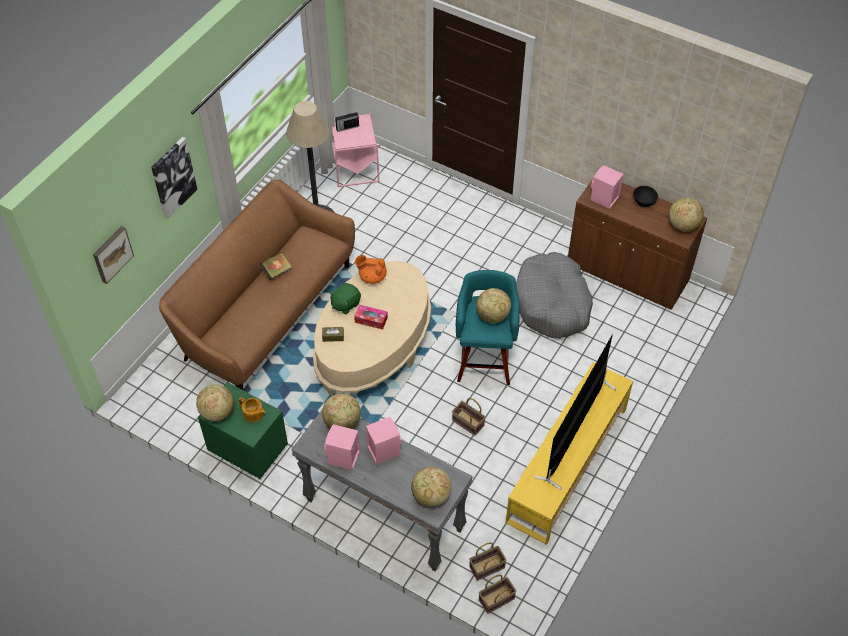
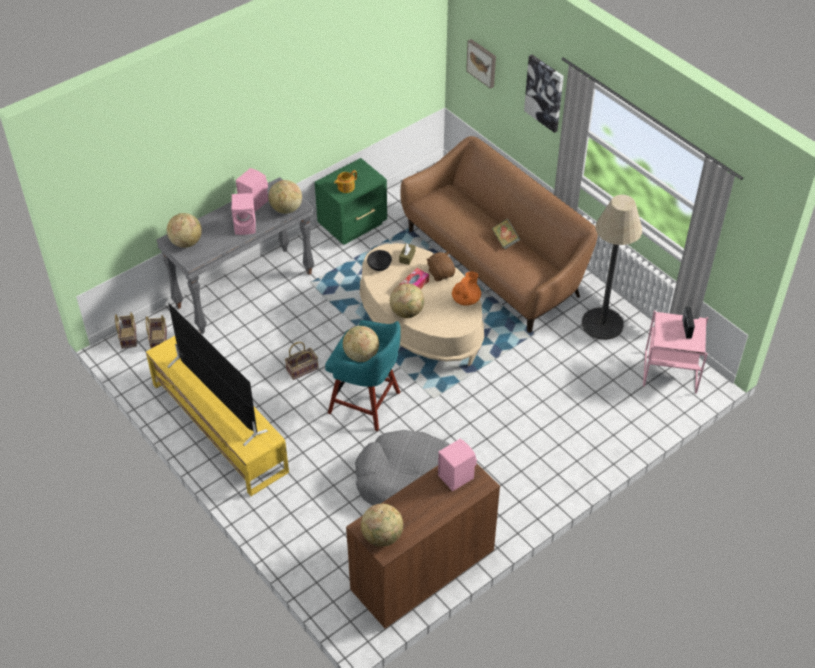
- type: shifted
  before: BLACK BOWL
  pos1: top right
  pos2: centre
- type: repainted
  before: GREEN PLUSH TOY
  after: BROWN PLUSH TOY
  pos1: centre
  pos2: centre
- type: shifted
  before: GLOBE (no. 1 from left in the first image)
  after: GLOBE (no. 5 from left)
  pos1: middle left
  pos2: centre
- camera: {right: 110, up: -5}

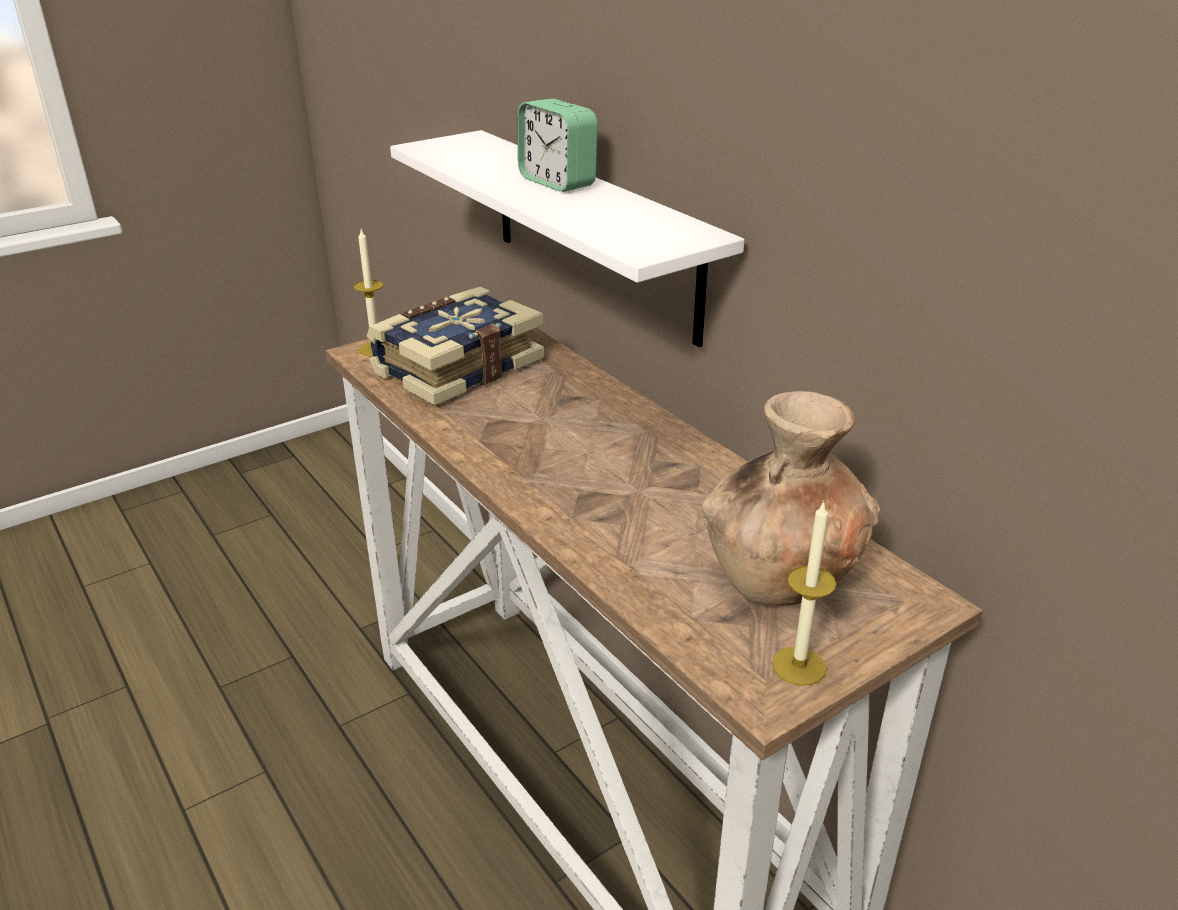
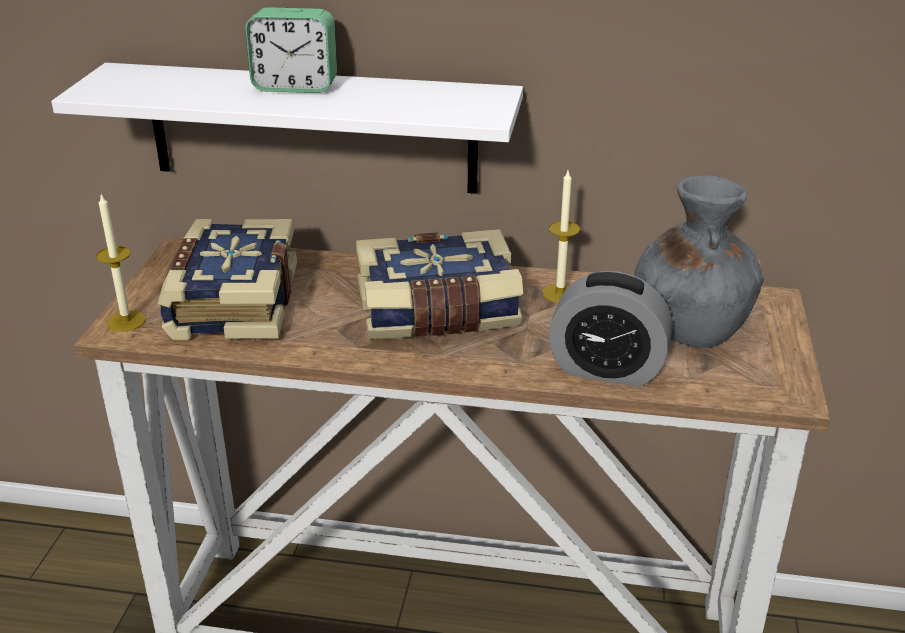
- type: repainted
  before: BROWN VASE
  after: GREY VASE
  pos1: middle right
  pos2: middle right
- type: shifted
  before: CANDLE (no. 2 from left)
  pos1: middle right
  pos2: centre
- type: new
  after: BOOK (no. 2 from left)
  pos2: centre
- type: new
  after: ALARM CLOCK (no. 2 from left)
  pos2: middle right
- camera: {right: -45, up: 0}

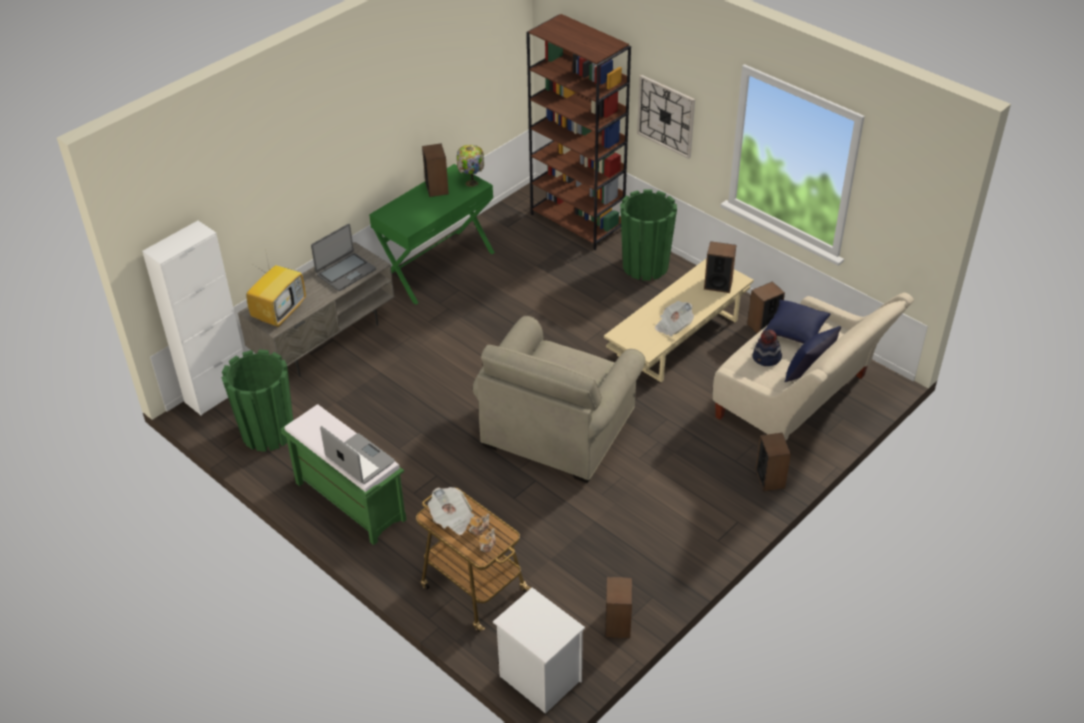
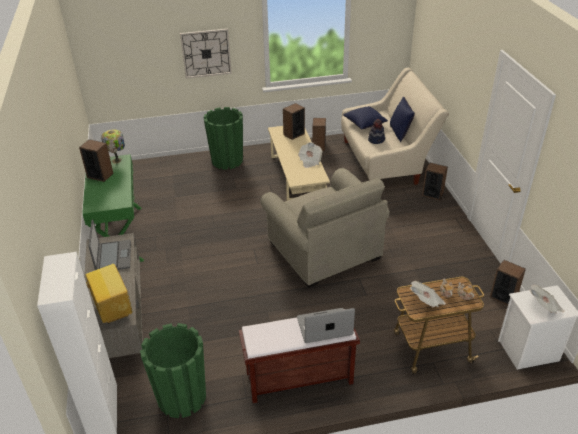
- type: gone
  before: BROWN BOOKCASE
  pos1: top centre
- type: repainted
  before: GREEN BENCH
  after: BROWN BENCH
  pos1: middle left
  pos2: bottom centre
- type: new
  after: NEWSPAPER (no. 3 from left)
  pos2: bottom right
- camera: {right: -55, up: -5}

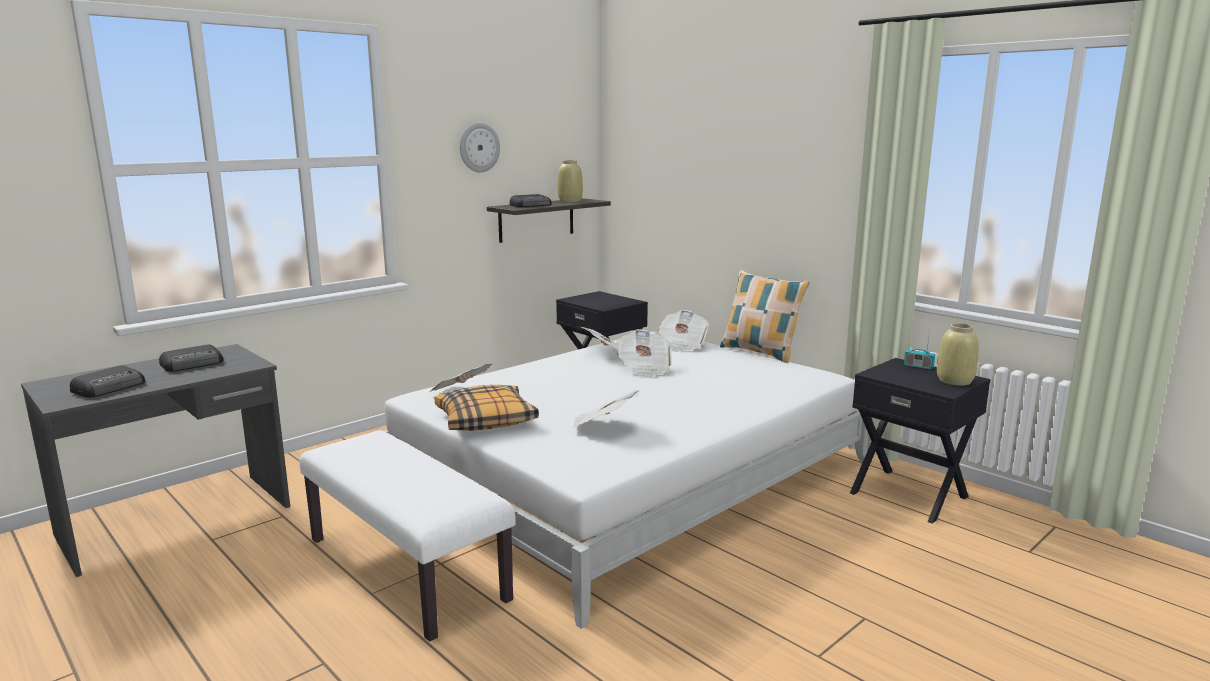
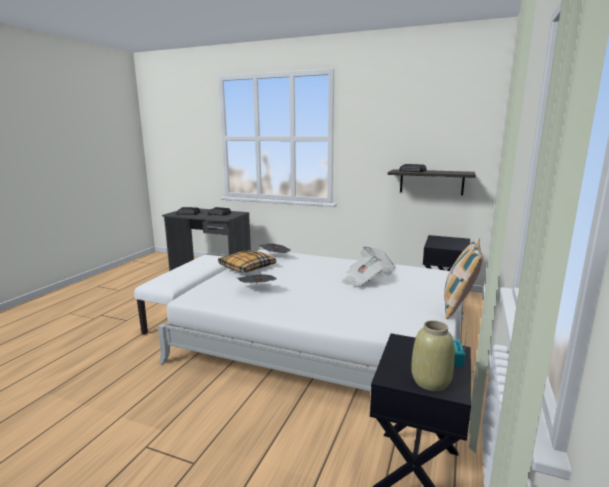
- type: gone
  before: WALL CLOCK
  pos1: top centre
- type: gone
  before: BEIGE VASE (no. 1 from left)
  pos1: top centre
- type: gone
  before: NEWSPAPER (no. 5 from left)
  pos1: centre
- camera: {right: 65, up: 0}

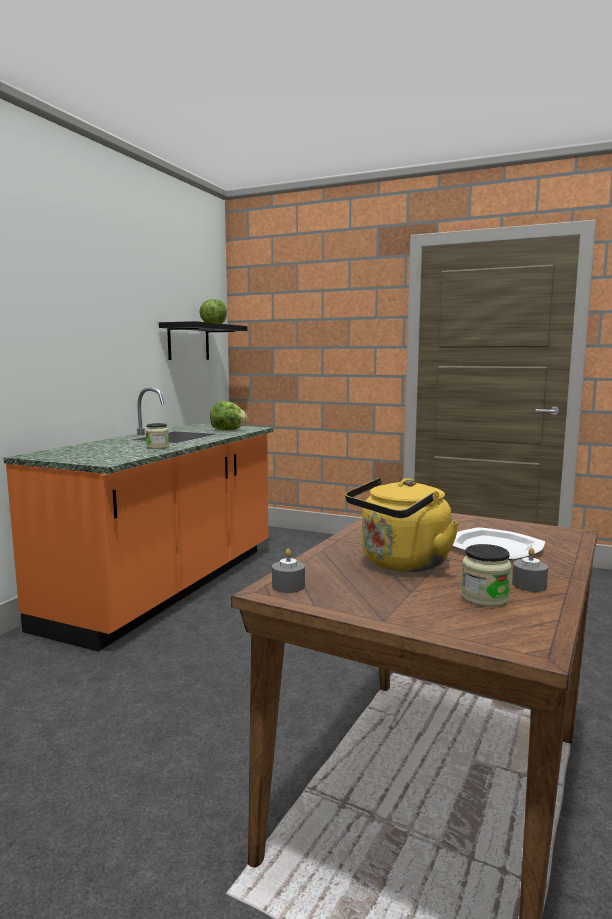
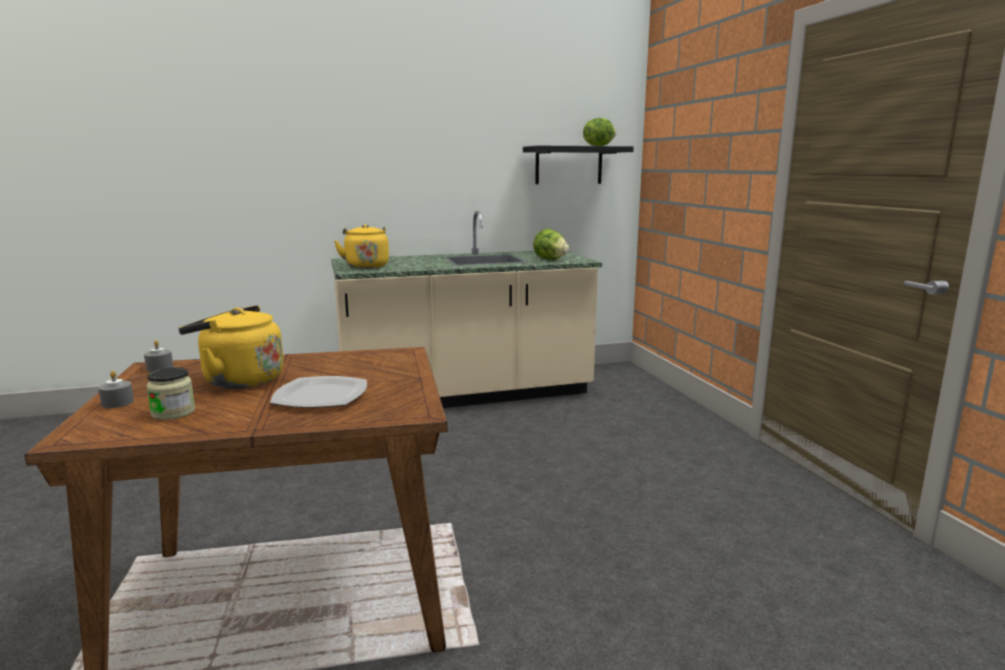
- type: repainted
  before: ORANGE COUNTER
  after: BEIGE COUNTER
  pos1: middle left
  pos2: centre
- type: gone
  before: JAR (no. 1 from left)
  pos1: middle left
- type: shifted
  before: GREY CANDLE (no. 2 from left in the first image)
  after: GREY CANDLE (no. 1 from left)
  pos1: middle right
  pos2: middle left
- type: new
  after: YELLOW KETTLE (no. 2 from left)
  pos2: centre
- camera: {right: 50, up: 5}

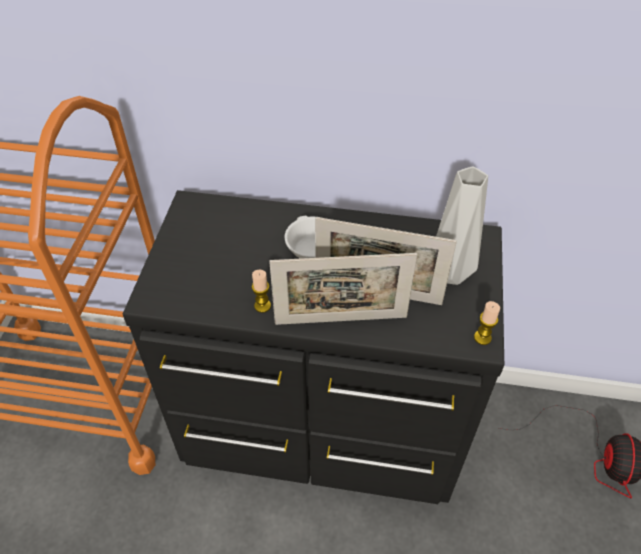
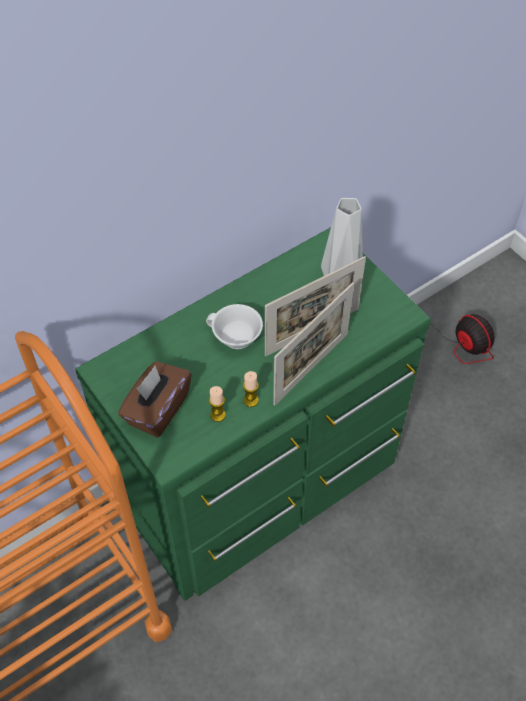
- type: repainted
  before: BLACK DRESSER
  after: GREEN DRESSER
  pos1: centre
  pos2: centre
- type: shifted
  before: CANDLE (no. 2 from left in the first image)
  after: CANDLE (no. 1 from left)
  pos1: middle right
  pos2: centre
- type: new
  after: BROWN TISSUE BOX
  pos2: middle left
- camera: {right: -45, up: 5}

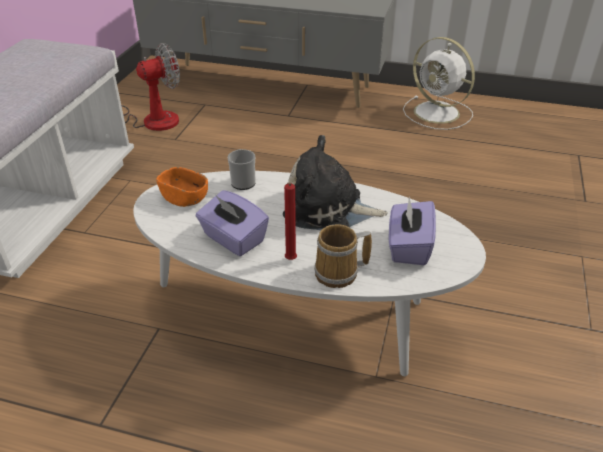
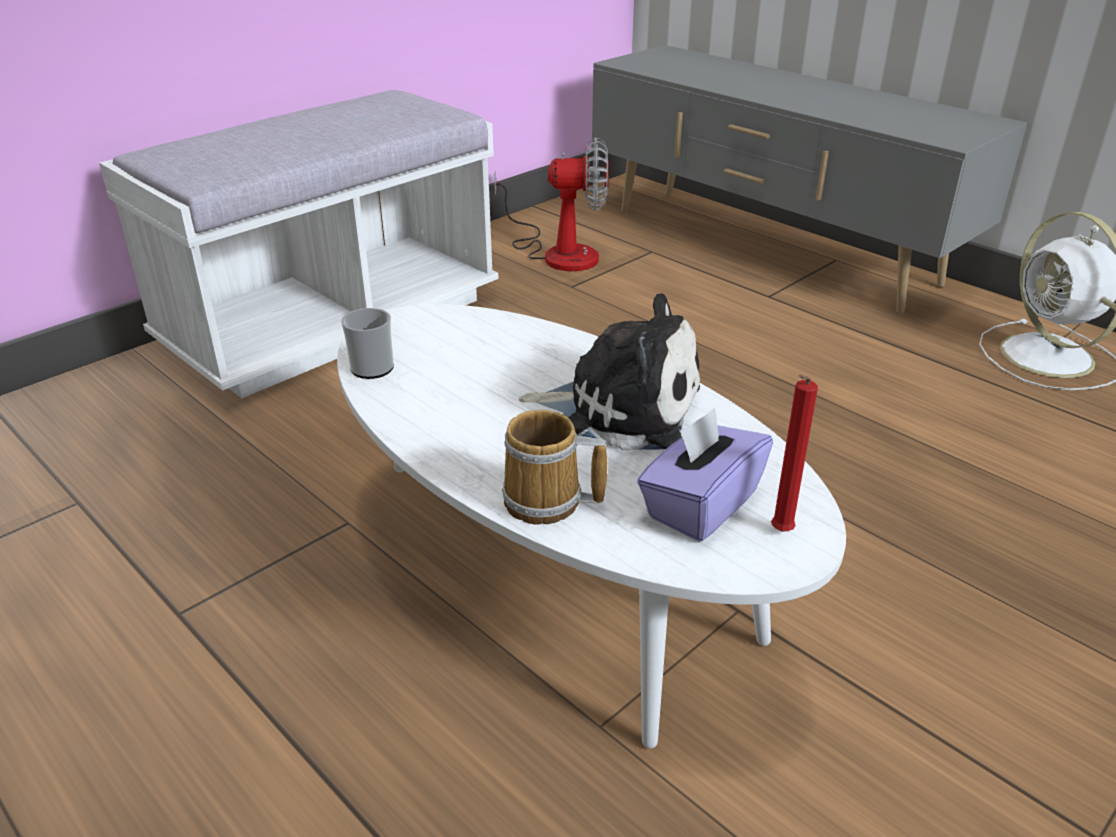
- type: rotated
  before: PLUSH TOY
  pos1: centre
  pos2: centre
  turn: 150
- type: shifted
  before: MUG (no. 1 from left)
  pos1: centre
  pos2: middle left
- type: gone
  before: ORANGE BOWL
  pos1: middle left
- type: shifted
  before: RED CANDLE
  pos1: centre
  pos2: middle right
- type: gone
  before: PURPLE TISSUE BOX (no. 1 from left)
  pos1: centre
- camera: {right: 30, up: -5}

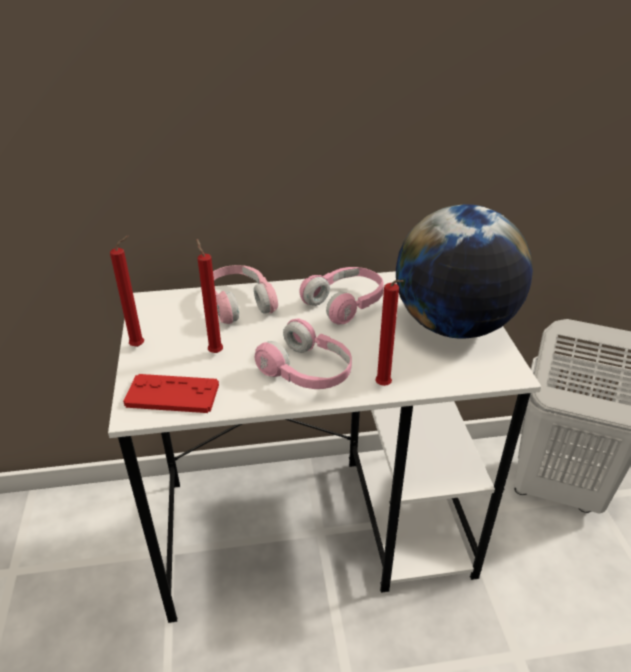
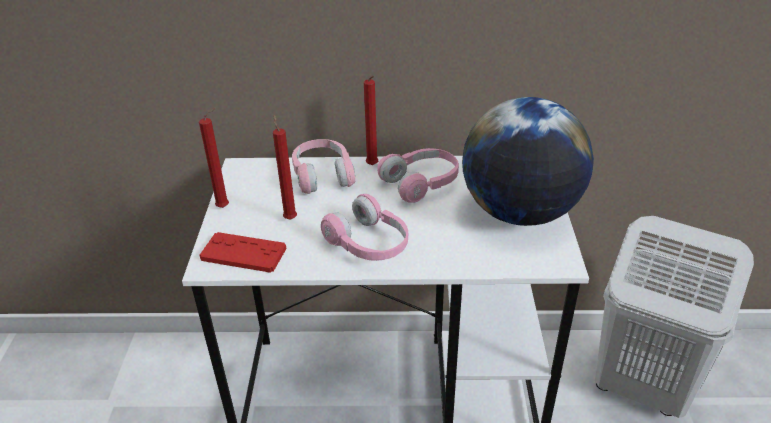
- type: shifted
  before: RED CANDLE (no. 3 from left)
  pos1: centre
  pos2: top centre
- camera: {right: 10, up: 0}

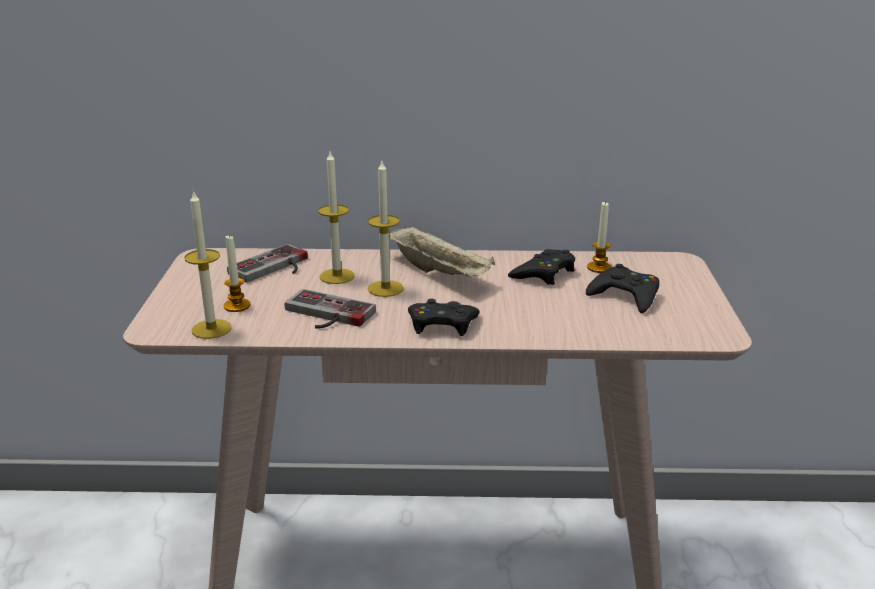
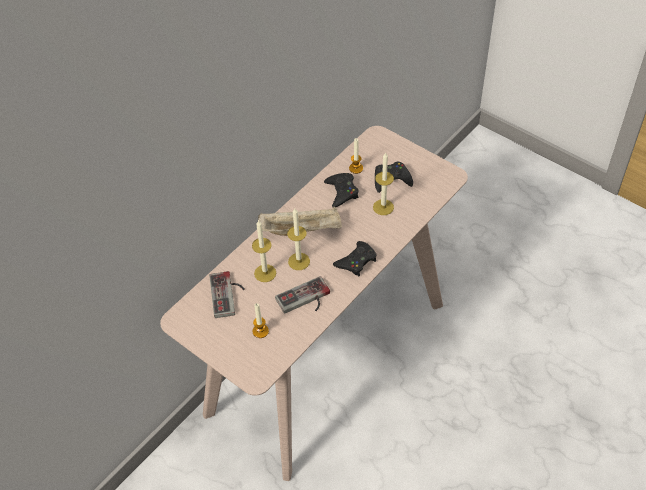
- type: shifted
  before: CANDLE (no. 1 from left in the first image)
  after: CANDLE (no. 5 from left)
  pos1: middle left
  pos2: centre
- camera: {right: -50, up: 25}

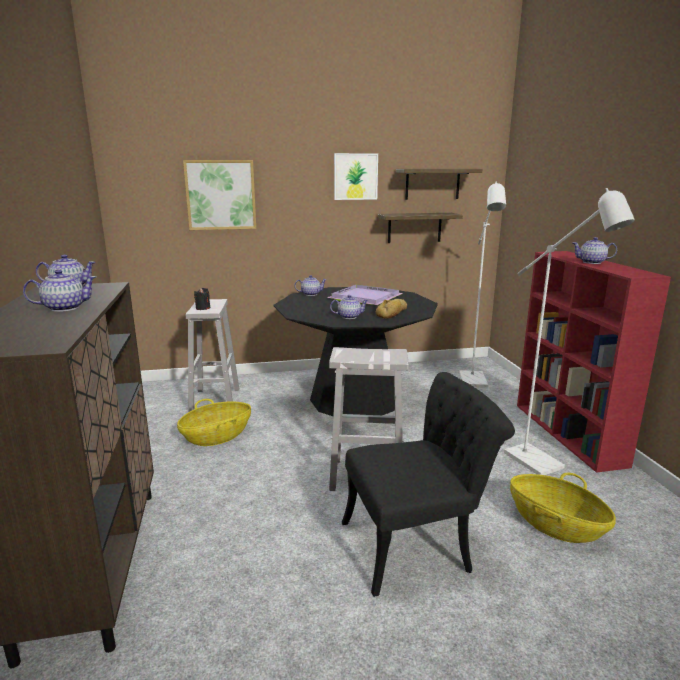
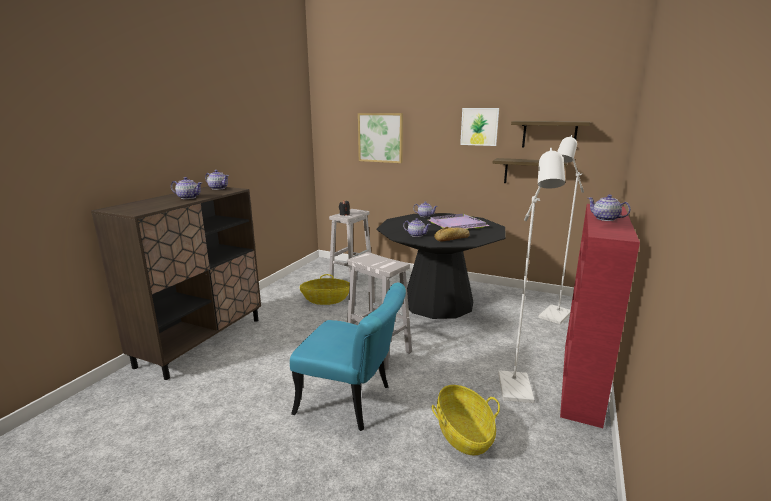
- type: repainted
  before: BLACK CHAIR
  after: TURQUOISE CHAIR
  pos1: bottom centre
  pos2: bottom centre
- camera: {right: 35, up: 0}

